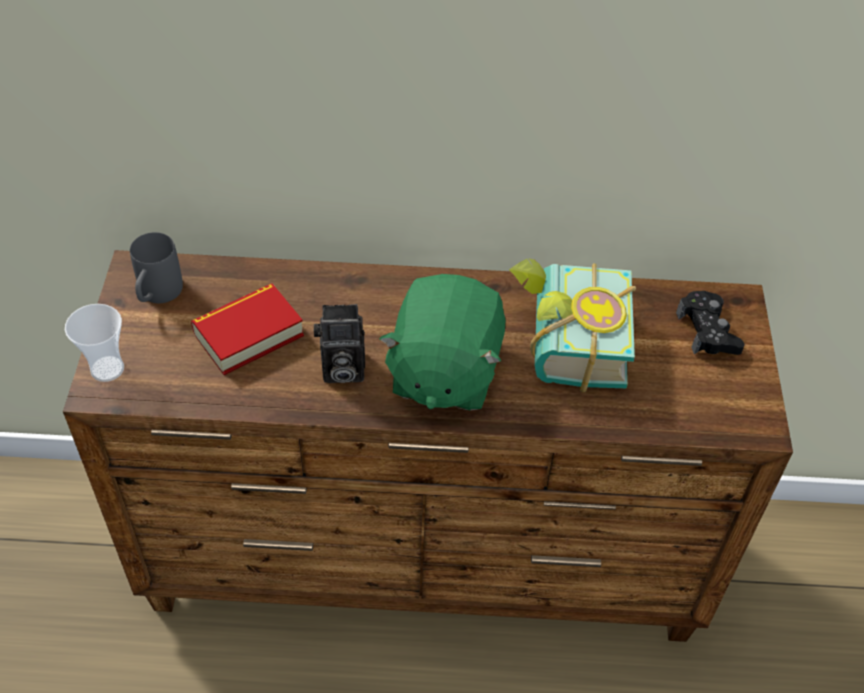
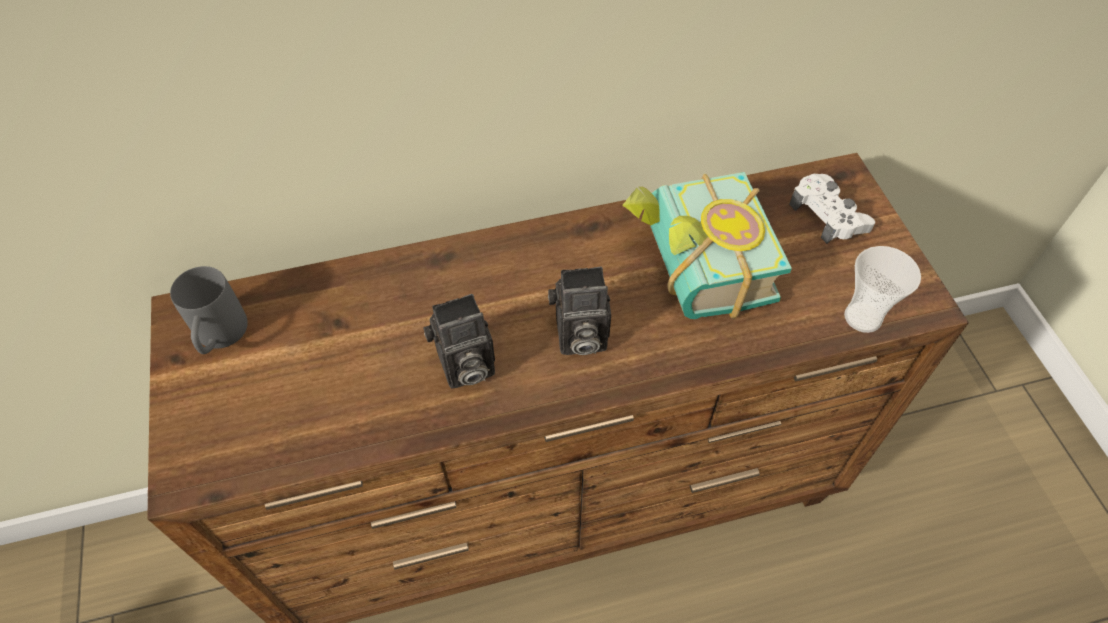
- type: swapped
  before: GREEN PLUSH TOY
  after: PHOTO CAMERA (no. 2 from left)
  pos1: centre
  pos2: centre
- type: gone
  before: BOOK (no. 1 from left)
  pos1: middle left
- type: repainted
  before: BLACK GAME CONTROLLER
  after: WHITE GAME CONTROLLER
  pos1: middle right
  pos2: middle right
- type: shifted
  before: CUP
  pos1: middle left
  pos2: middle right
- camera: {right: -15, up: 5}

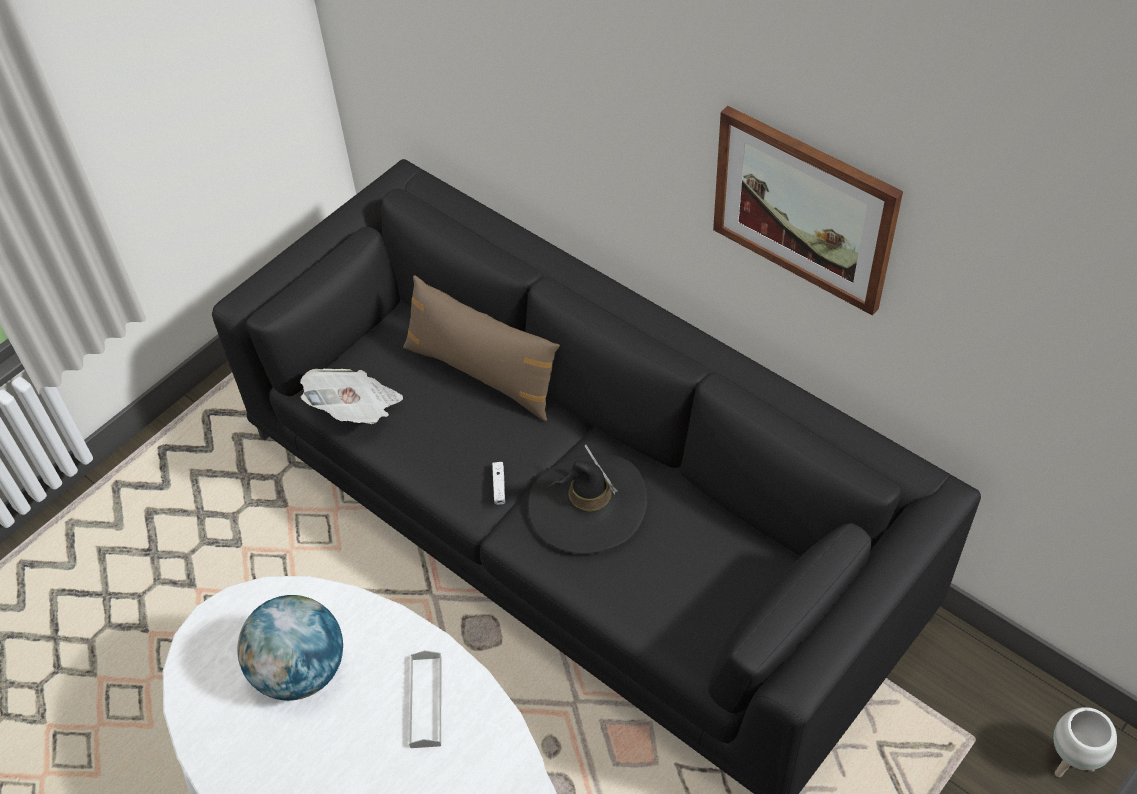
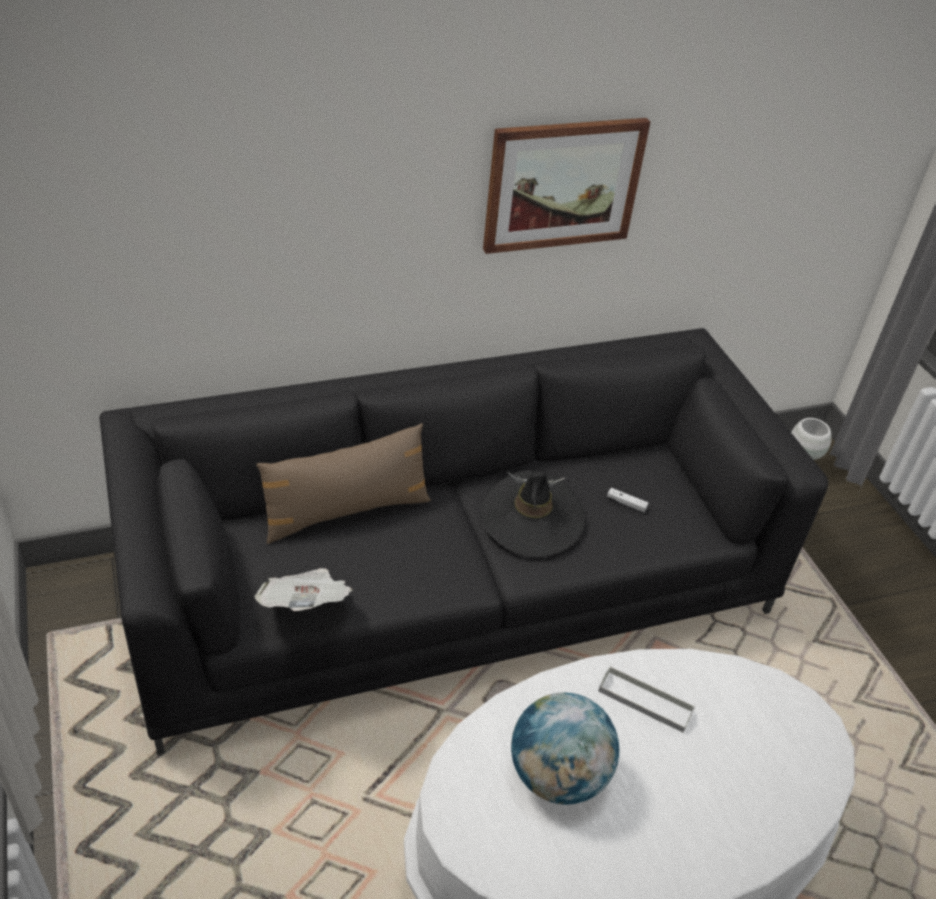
- type: shifted
  before: WHITE GAME CONTROLLER
  pos1: centre
  pos2: middle right
- camera: {right: -65, up: -10}

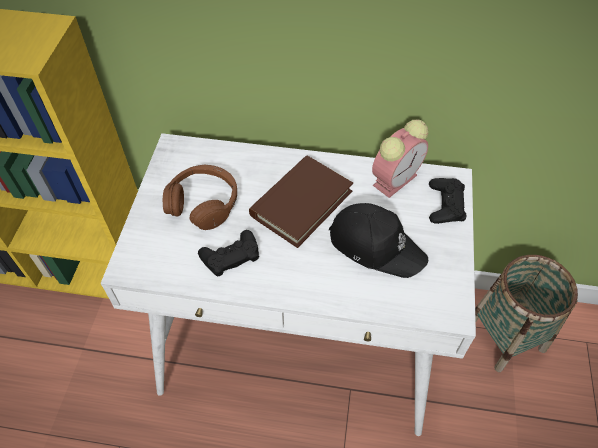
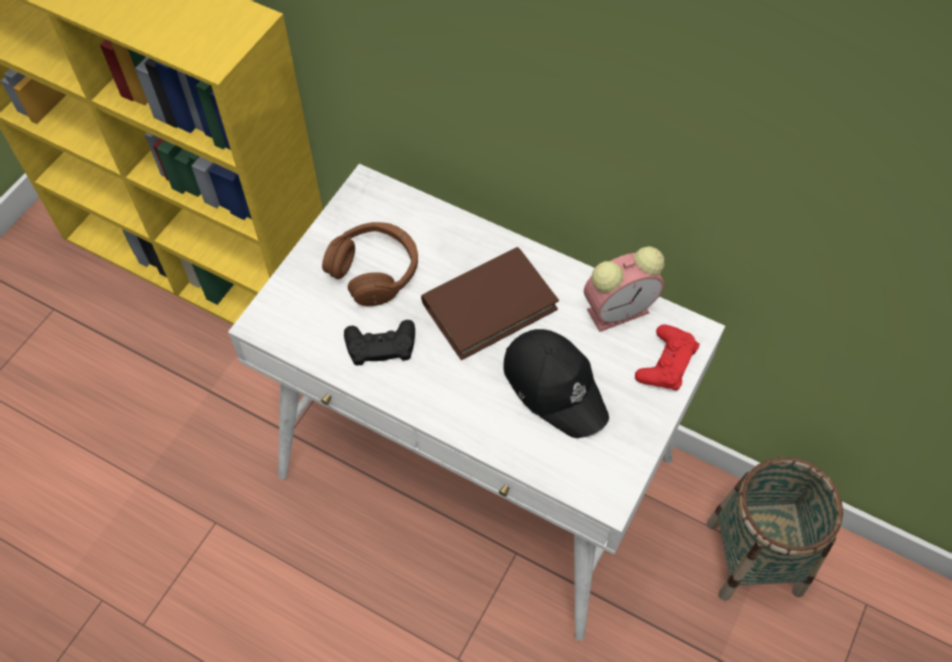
- type: repainted
  before: BLACK GAME CONTROLLER (no. 2 from left)
  after: RED GAME CONTROLLER
  pos1: middle right
  pos2: middle right
- camera: {right: 20, up: 5}

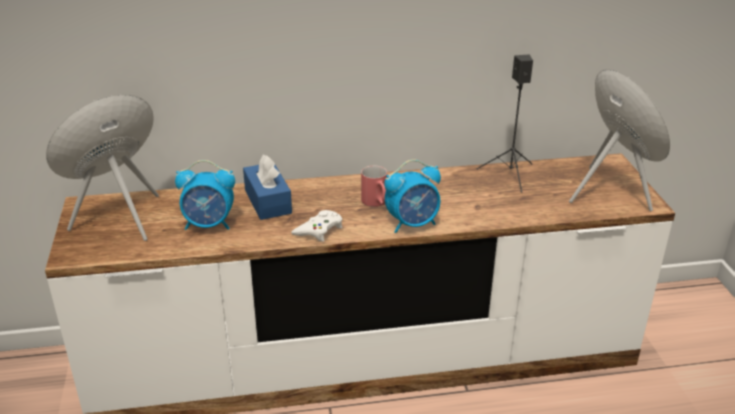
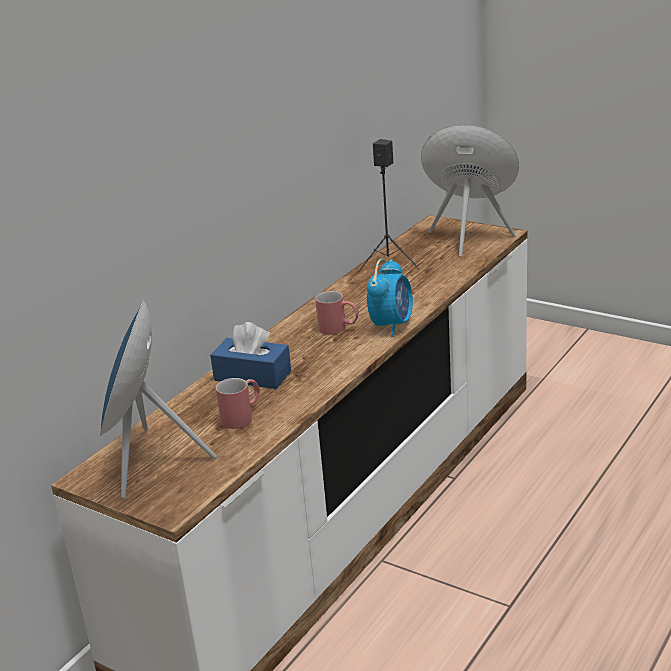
- type: swapped
  before: ALARM CLOCK (no. 1 from left)
  after: RED MUG (no. 1 from left)
  pos1: middle left
  pos2: centre
- type: gone
  before: WHITE GAME CONTROLLER
  pos1: centre
- camera: {right: -45, up: -5}

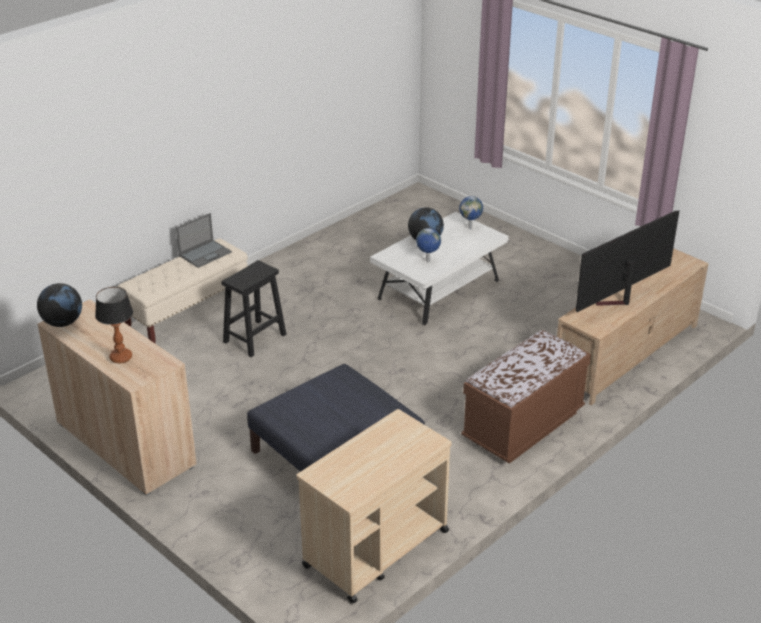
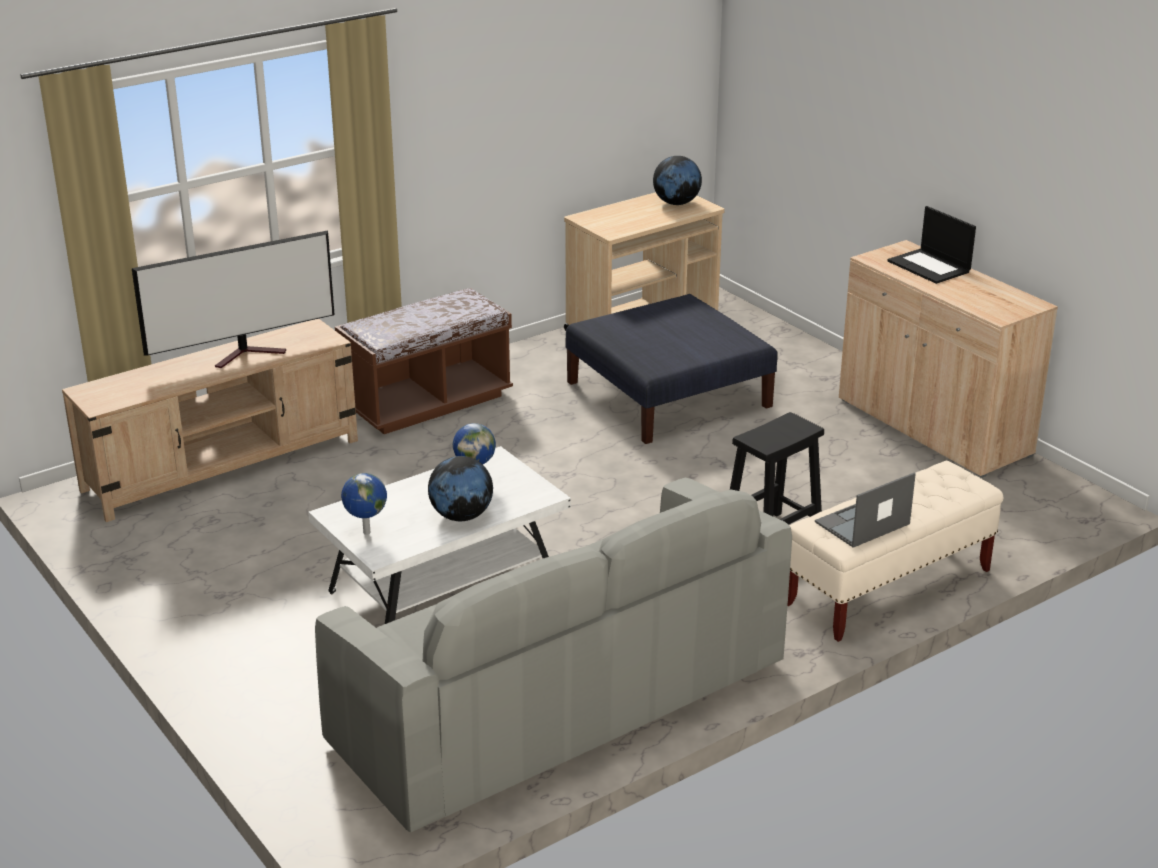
- type: shifted
  before: GLOBE (no. 1 from left in the first image)
  after: GLOBE (no. 4 from left)
  pos1: middle left
  pos2: top centre
- type: swapped
  before: TABLE LAMP
  after: LAPTOP (no. 2 from left)
  pos1: middle left
  pos2: top right
- type: new
  after: GREY SOFA
  pos2: bottom centre
- camera: {right: -170, up: -5}

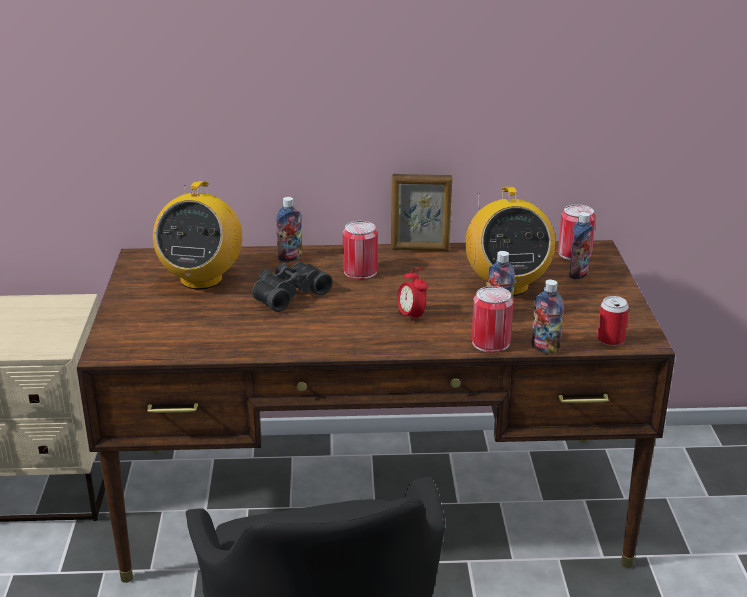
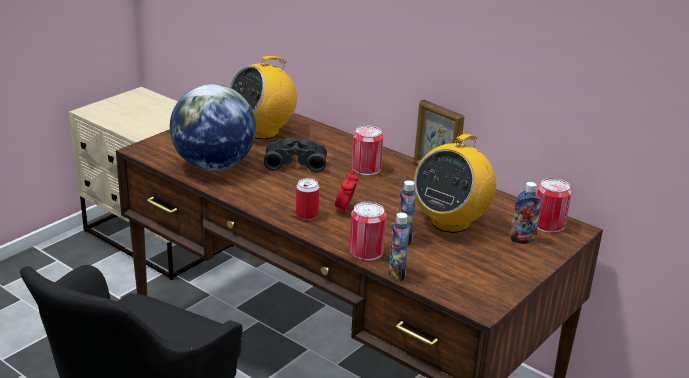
- type: gone
  before: BOTTLE (no. 1 from left)
  pos1: centre
- type: shifted
  before: CAN (no. 4 from left in the first image)
  after: CAN (no. 1 from left)
  pos1: middle right
  pos2: centre
- type: new
  after: GLOBE
  pos2: middle left
- camera: {right: 40, up: 0}

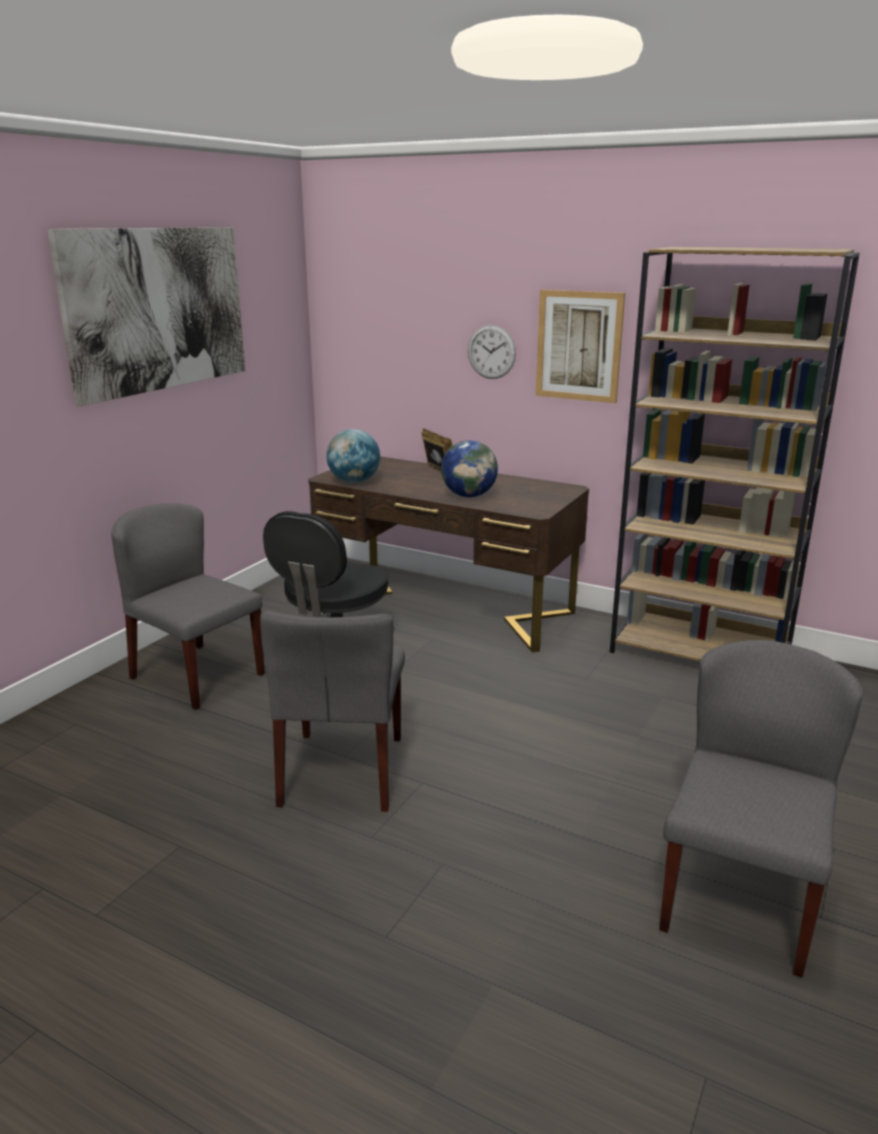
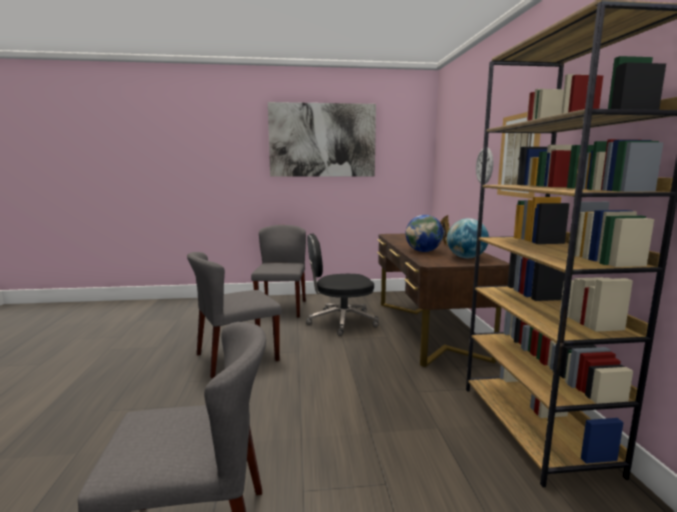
- type: shifted
  before: GLOBE (no. 1 from left in the first image)
  after: GLOBE (no. 2 from left)
  pos1: centre
  pos2: middle right
- camera: {right: 55, up: -10}

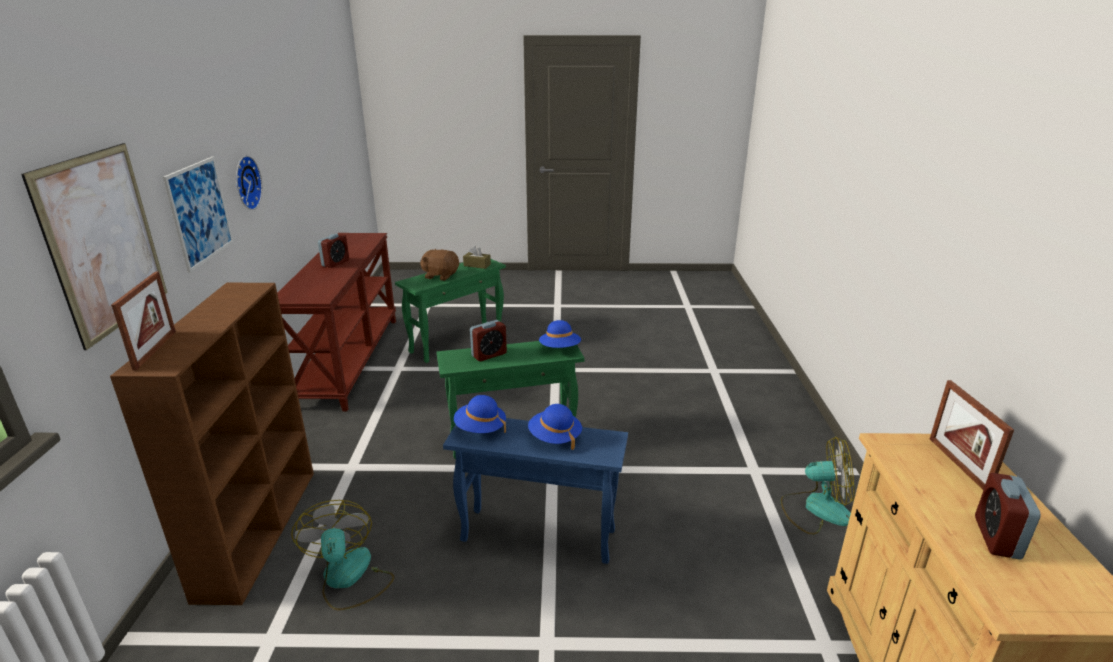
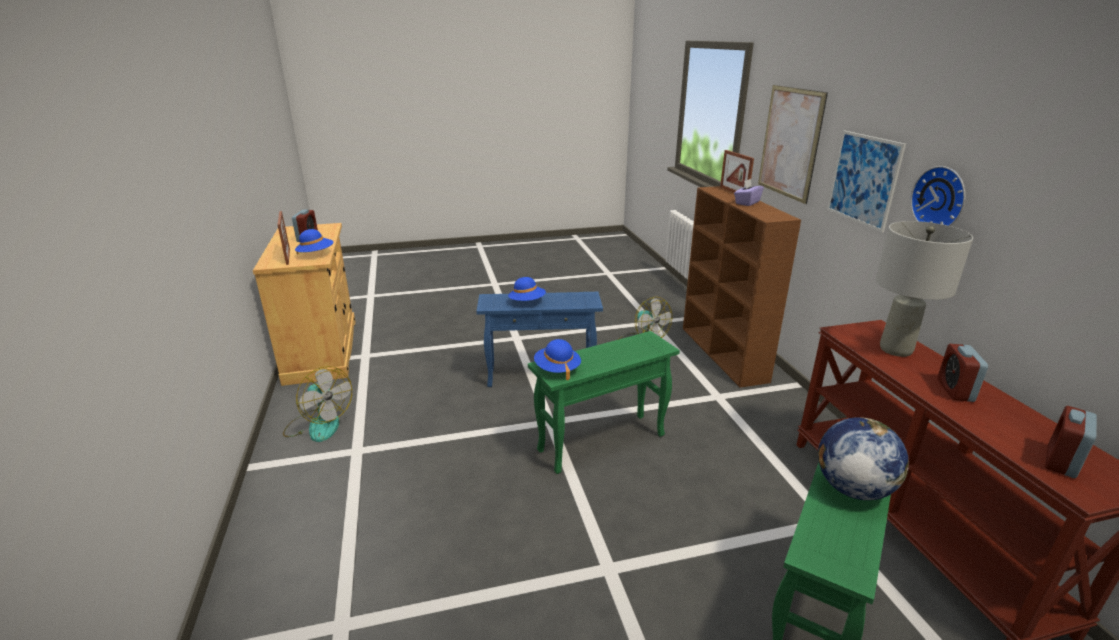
- type: gone
  before: BROWN TISSUE BOX
  pos1: centre
- type: swapped
  before: BROWN PLUSH TOY
  after: GLOBE
  pos1: centre
  pos2: bottom right
- type: shifted
  before: ALARM CLOCK (no. 2 from left in the first image)
  after: ALARM CLOCK (no. 3 from left)
  pos1: centre
  pos2: bottom right
- type: shifted
  before: BLUE HAT (no. 1 from left)
  pos1: centre
  pos2: middle left
- type: rotated
  before: FAN (no. 2 from left in the first image)
  pos1: bottom right
  pos2: middle left
  turn: -135
- type: new
  after: PURPLE TISSUE BOX
  pos2: top right
- type: new
  after: GREY TABLE LAMP
  pos2: middle right
- camera: {right: 165, up: 0}

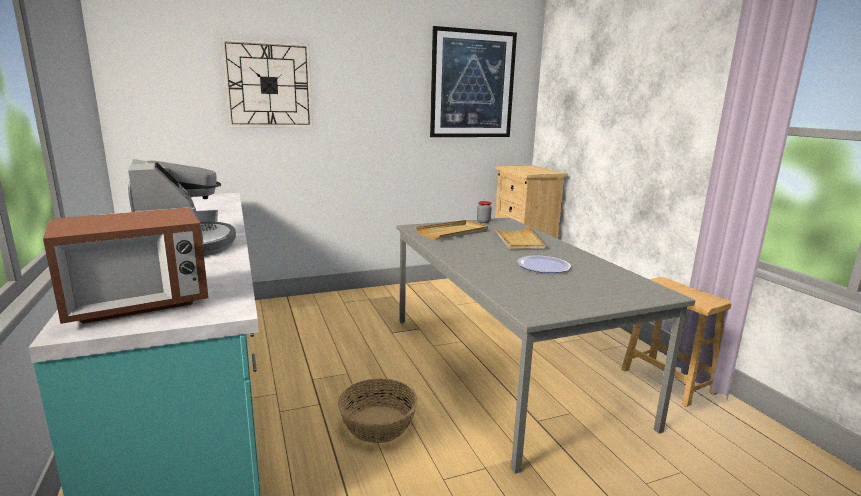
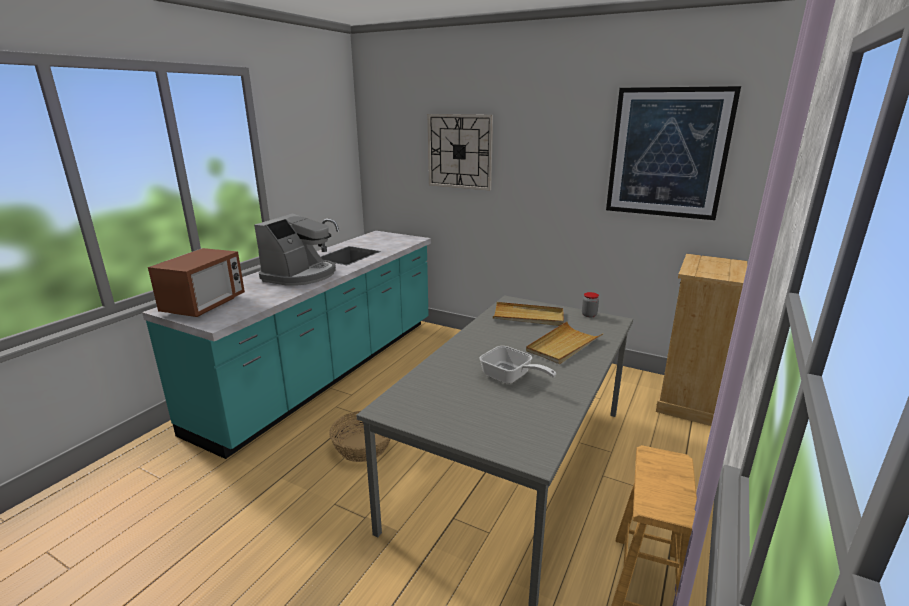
- type: rotated
  before: MICROWAVE
  pos1: middle left
  pos2: middle left
  turn: -90
- type: swapped
  before: PLATE
  after: FRYING PAN
  pos1: centre
  pos2: centre
- camera: {right: 50, up: 5}

